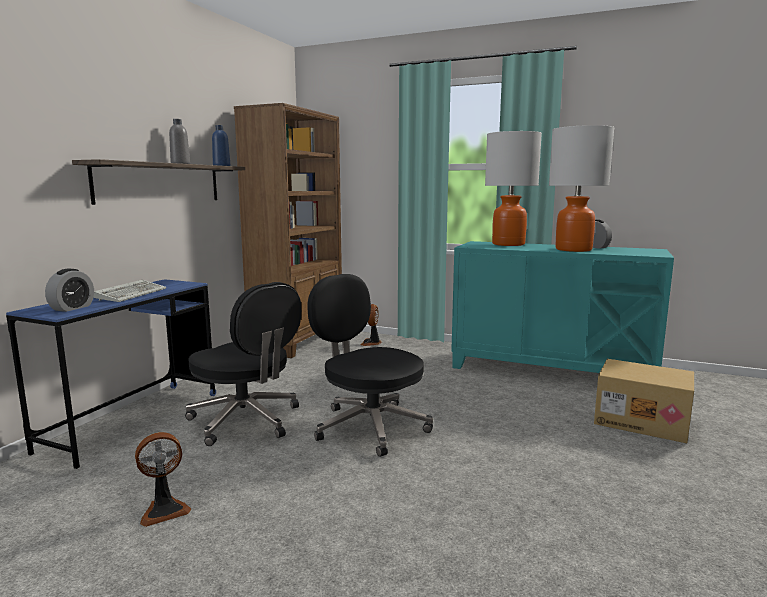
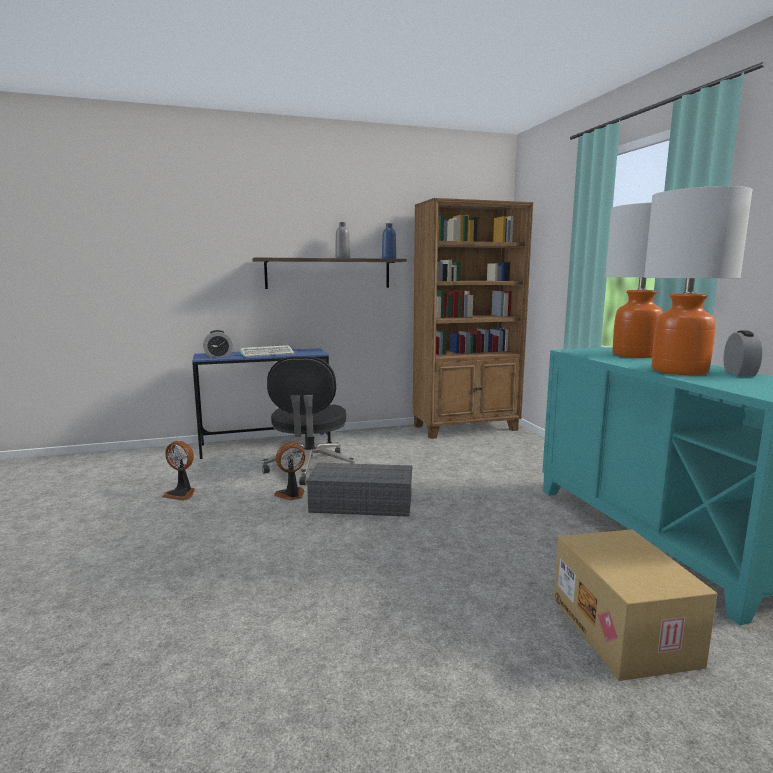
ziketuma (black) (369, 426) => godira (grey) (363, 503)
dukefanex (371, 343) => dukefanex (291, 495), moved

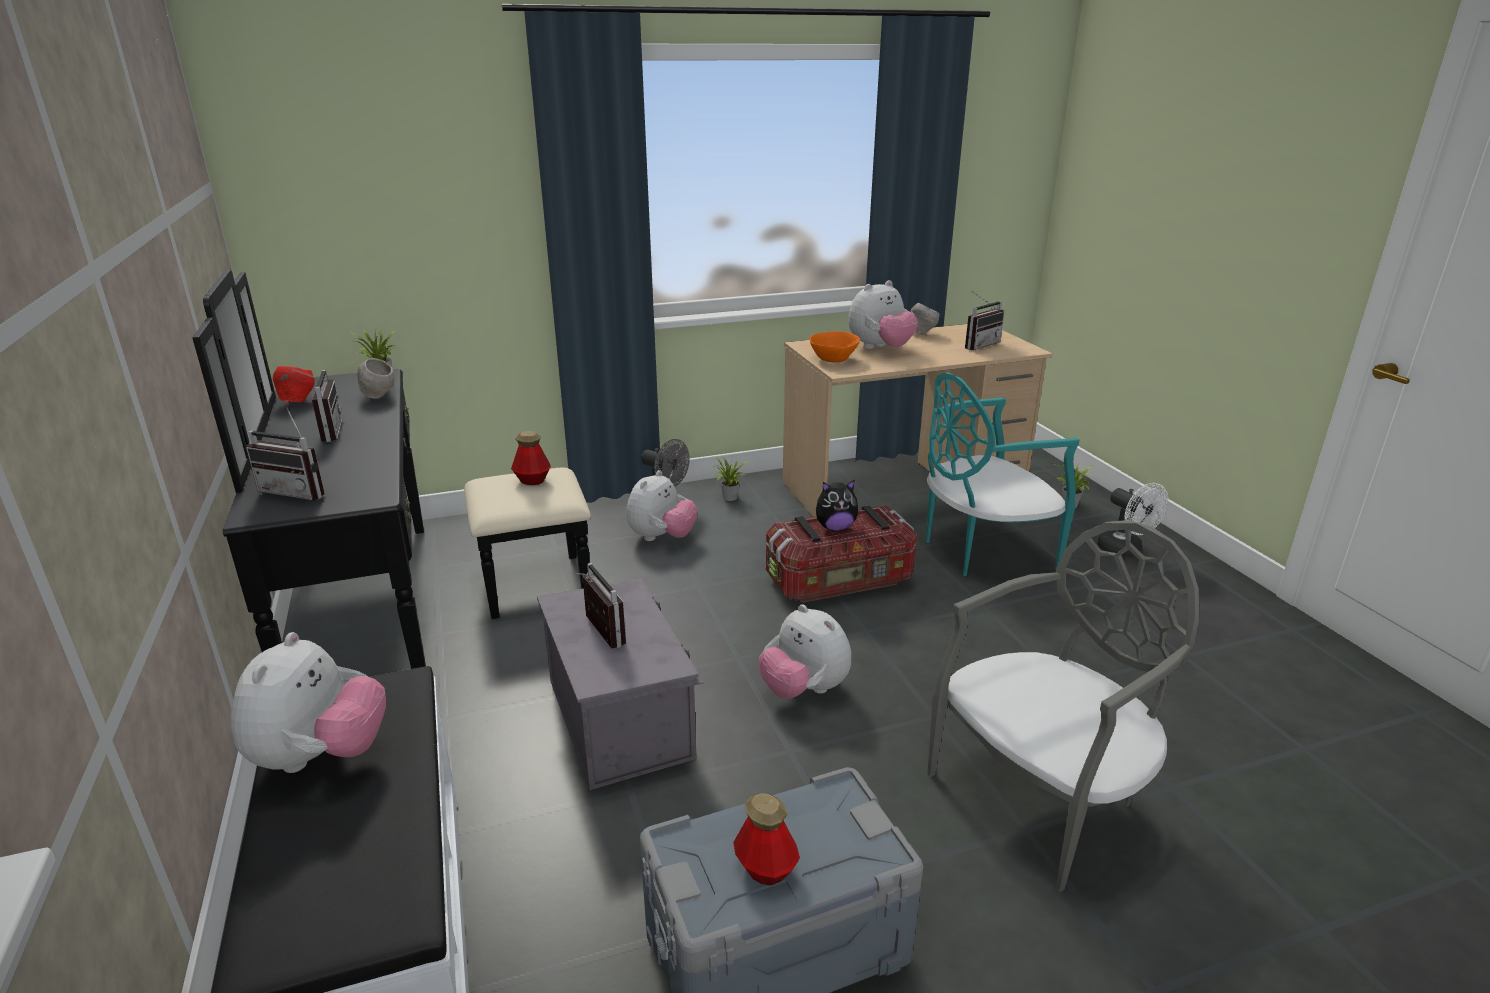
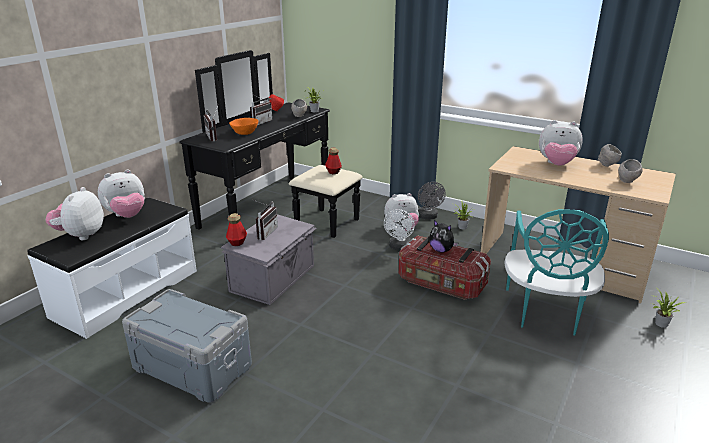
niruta (978, 345) => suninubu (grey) (627, 182)
suninubu (orange) (832, 359) => suninubu (orange) (244, 133), moved
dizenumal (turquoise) (982, 550) => dizenumal (turquoise) (546, 312), 105 degrees counterclockwise
dukefanex (white) (1125, 551) => dukefanex (white) (399, 247), moved
dizenumal (grey) (1042, 798) => nothing
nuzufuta (804, 690) => nuzufuta (80, 235), moved
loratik (766, 869) => loratik (237, 242), moved

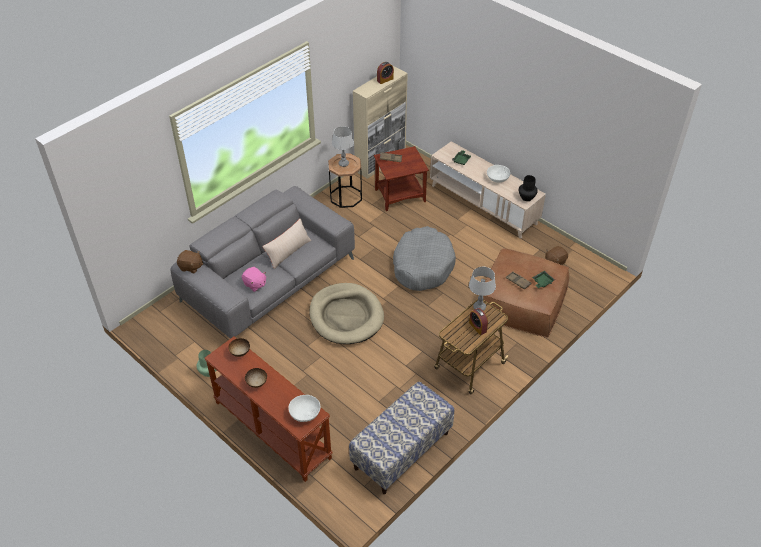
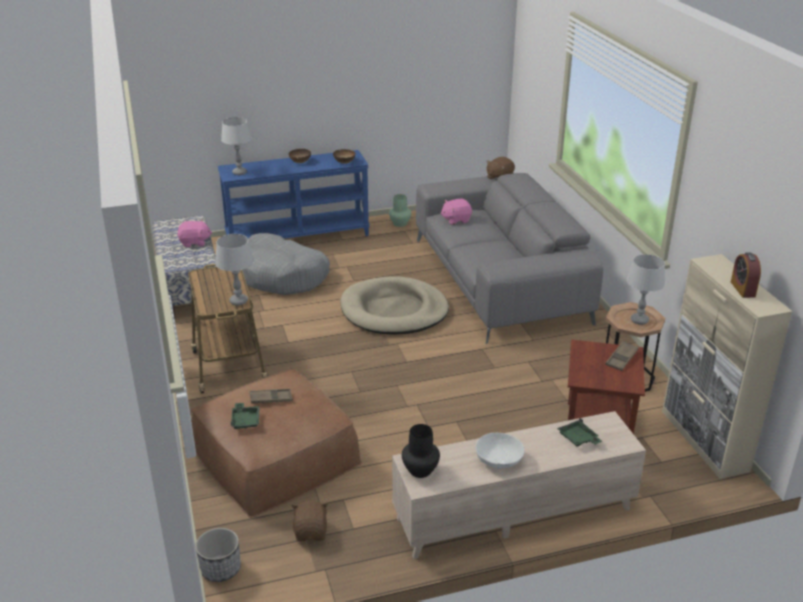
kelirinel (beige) (288, 252) => nothing
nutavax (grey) (422, 265) => nutavax (grey) (281, 276), moved
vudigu (477, 327) => nothing
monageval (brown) (271, 430) => monageval (blue) (298, 236)
suninubu (white) (305, 413) => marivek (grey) (239, 172)
nothing => nuzufuta (pink) (195, 242)
nothing => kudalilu (220, 569)

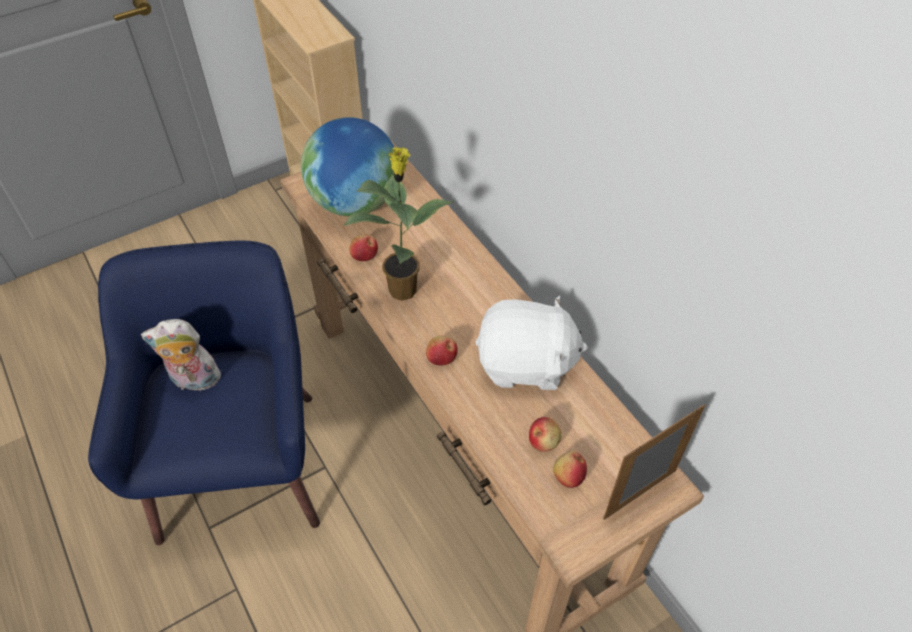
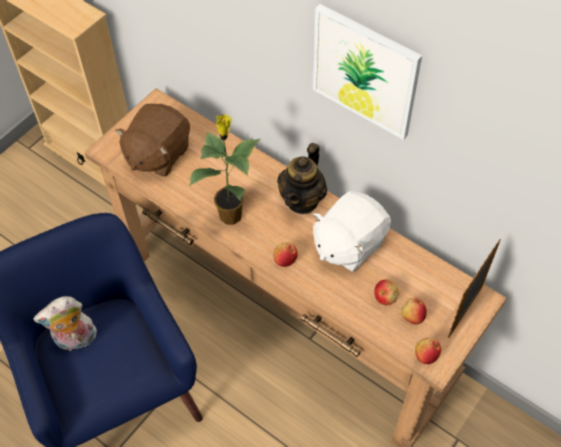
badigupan (355, 203) => nuzufuta (brown) (157, 154)
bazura (364, 255) => bazura (426, 355), moved
nuzufuta (white) (526, 364) => nuzufuta (white) (348, 244), 150 degrees clockwise
nothing => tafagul (365, 71)
nothing => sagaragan (302, 200)

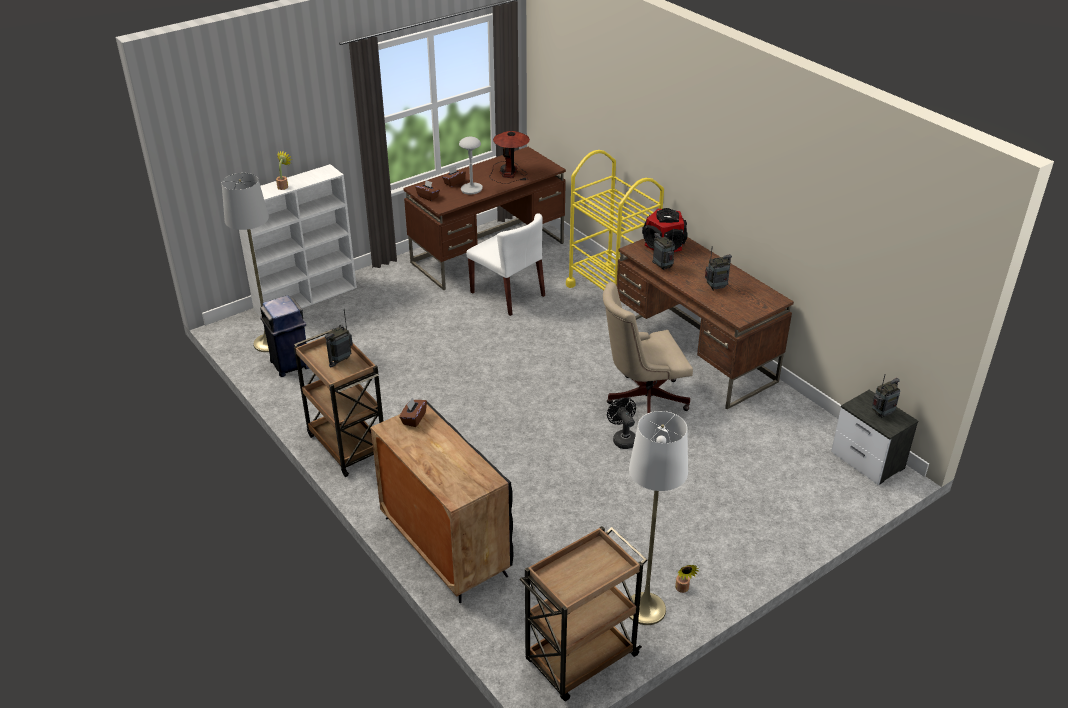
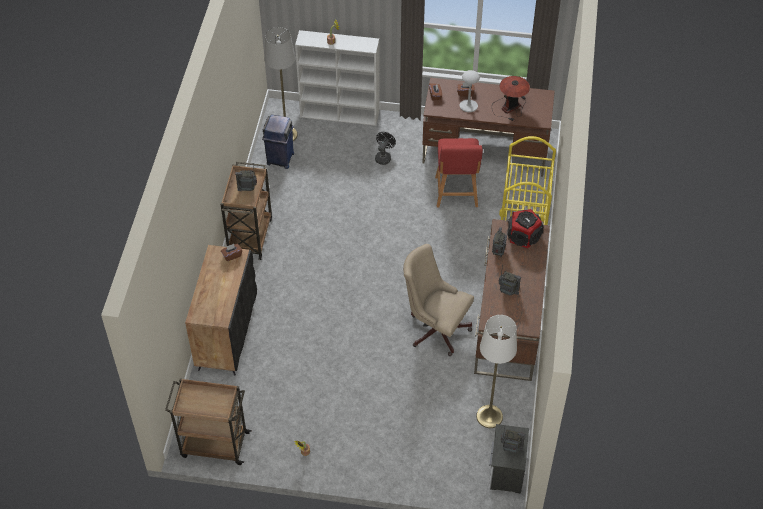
dizenumal (white) (508, 294) => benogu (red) (456, 194)
dukefanex (black) (623, 438) => dukefanex (black) (384, 157), moved
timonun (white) (645, 609) => timonun (white) (489, 416), moved

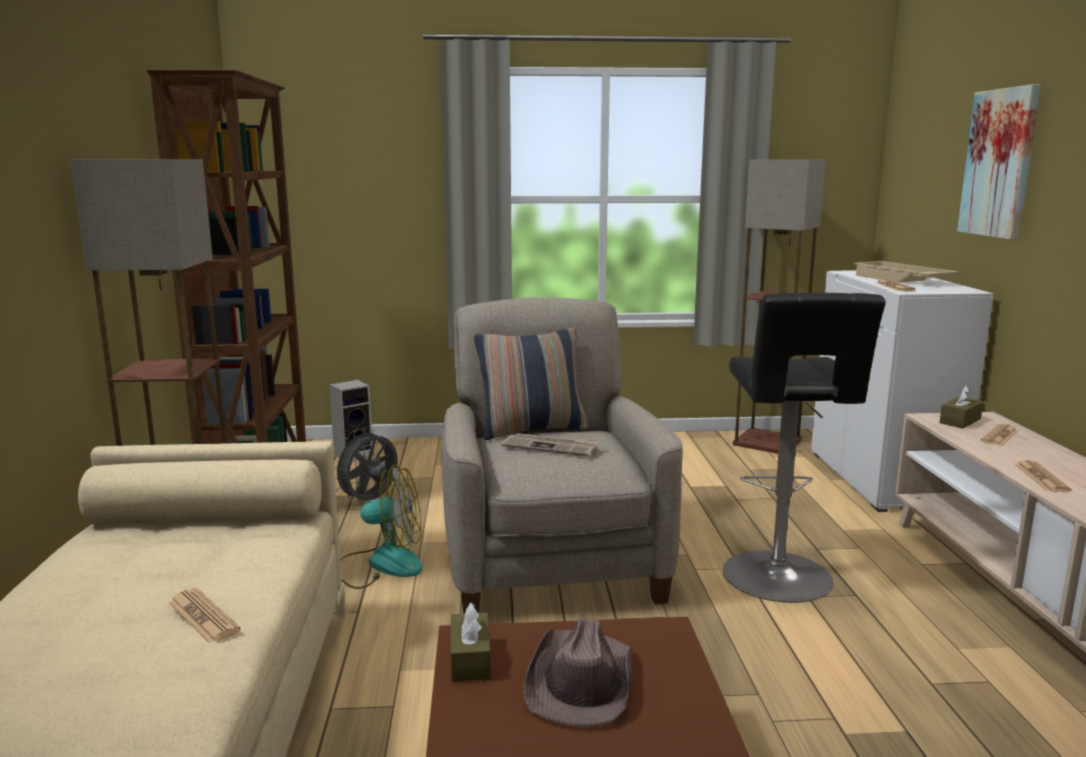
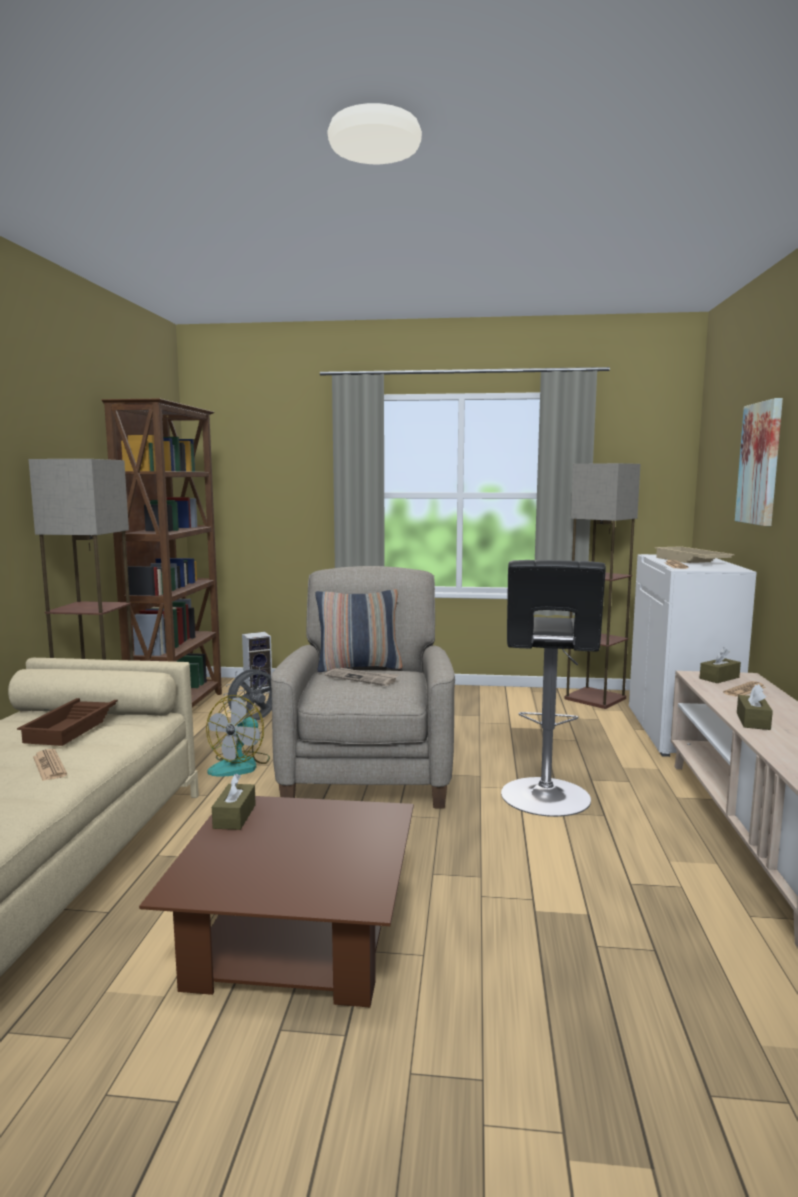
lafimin (1041, 477) => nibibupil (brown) (753, 721)
dukefanex (381, 564) => dukefanex (240, 765), 105 degrees clockwise
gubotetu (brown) (581, 681) => nothing
nothing => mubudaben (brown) (77, 725)

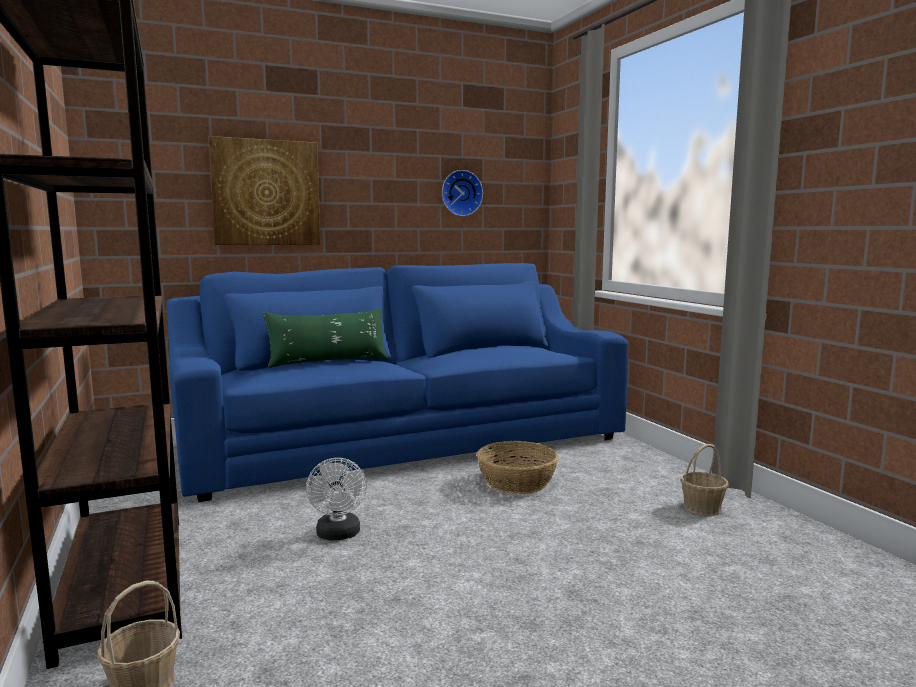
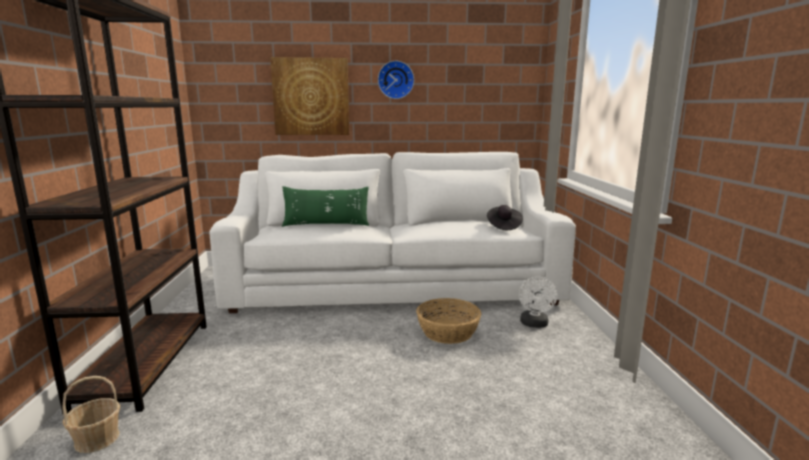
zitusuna (461, 193) => zitusuna (395, 80), moved
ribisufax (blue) (405, 440) => ribisufax (white) (394, 284)
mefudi (702, 507) => nothing
dukefanex (white) (338, 535) => dukefanex (white) (534, 324), moved
nothing => gubotetu (black) (503, 226)

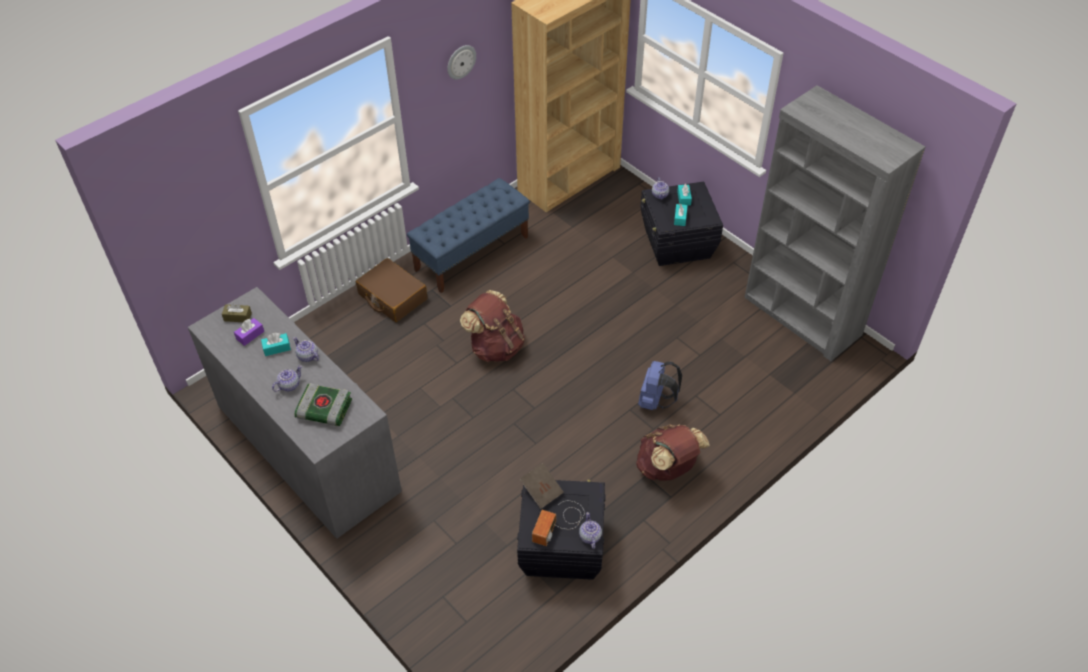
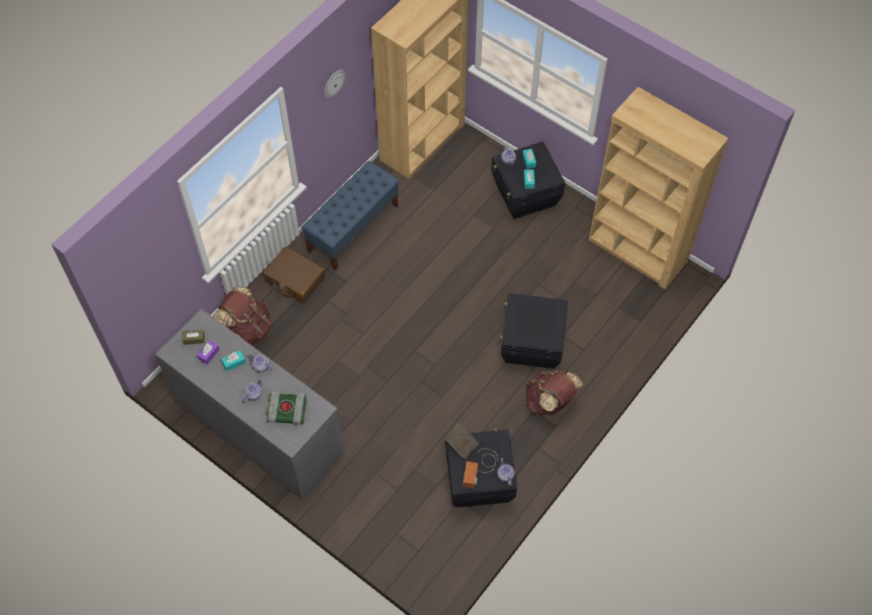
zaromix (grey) (802, 316) => zaromix (brown) (637, 251)
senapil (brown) (495, 346) => senapil (brown) (248, 329), moved
senapil (blue) (656, 401) => godira (black) (531, 345)

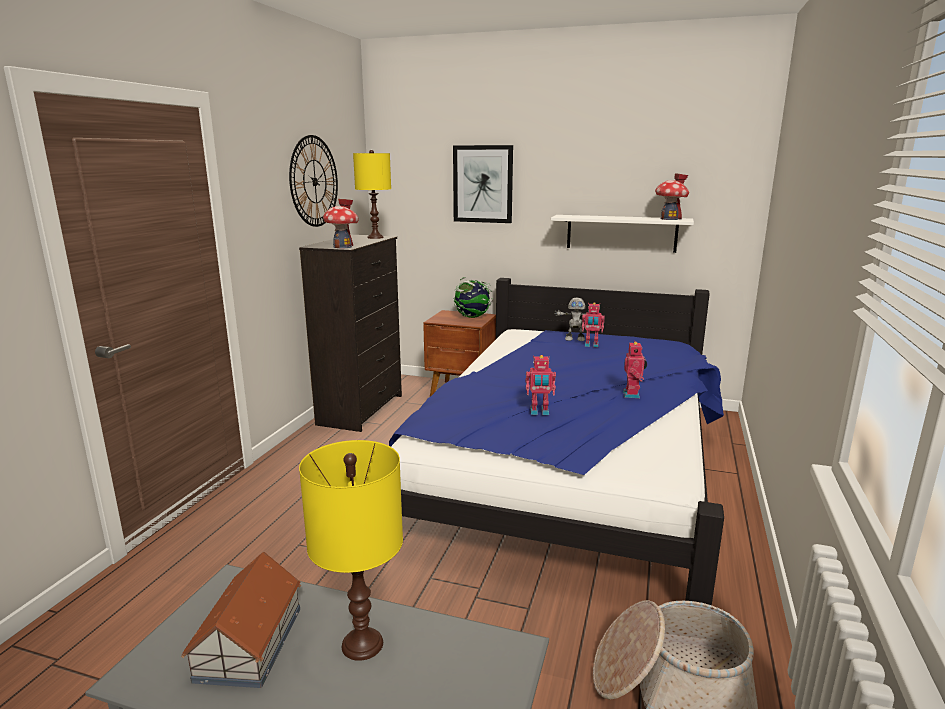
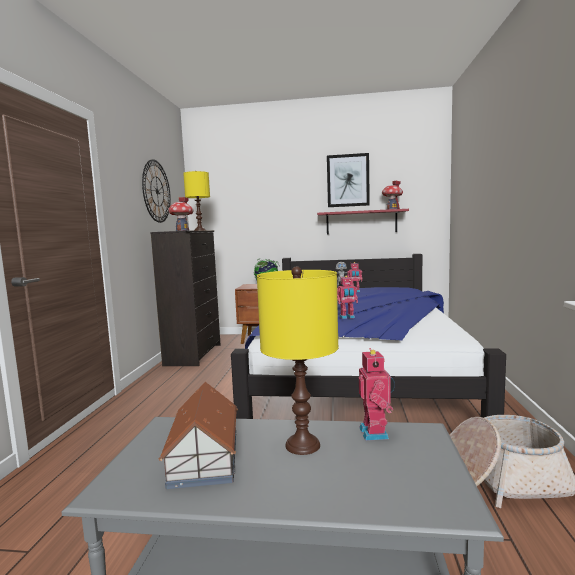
tafagul (483, 184) => tafagul (348, 180), moved
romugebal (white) (621, 233) => romugebal (red) (361, 222)
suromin (632, 394) => suromin (376, 433), moved

